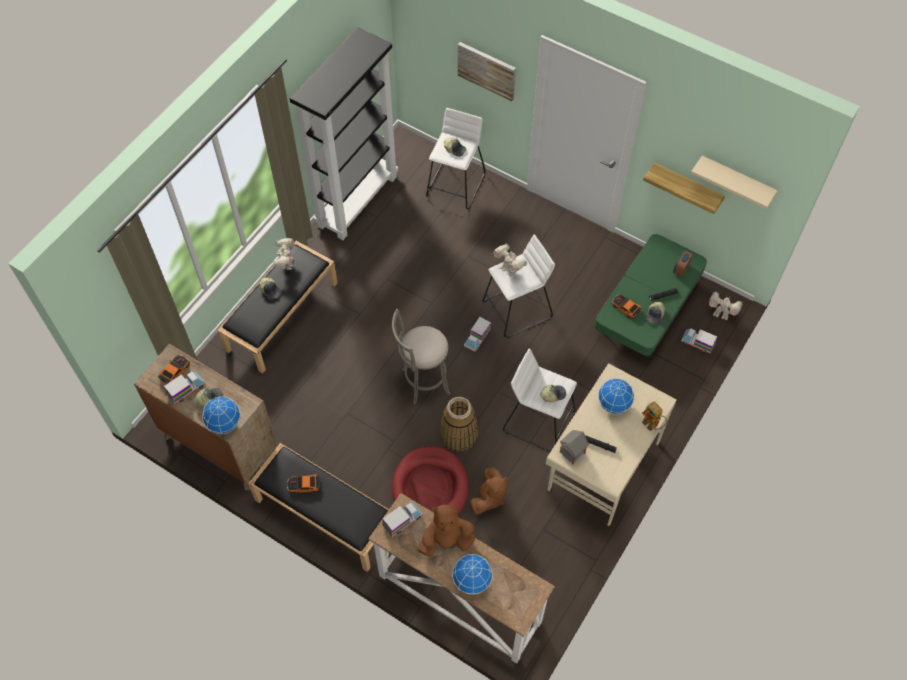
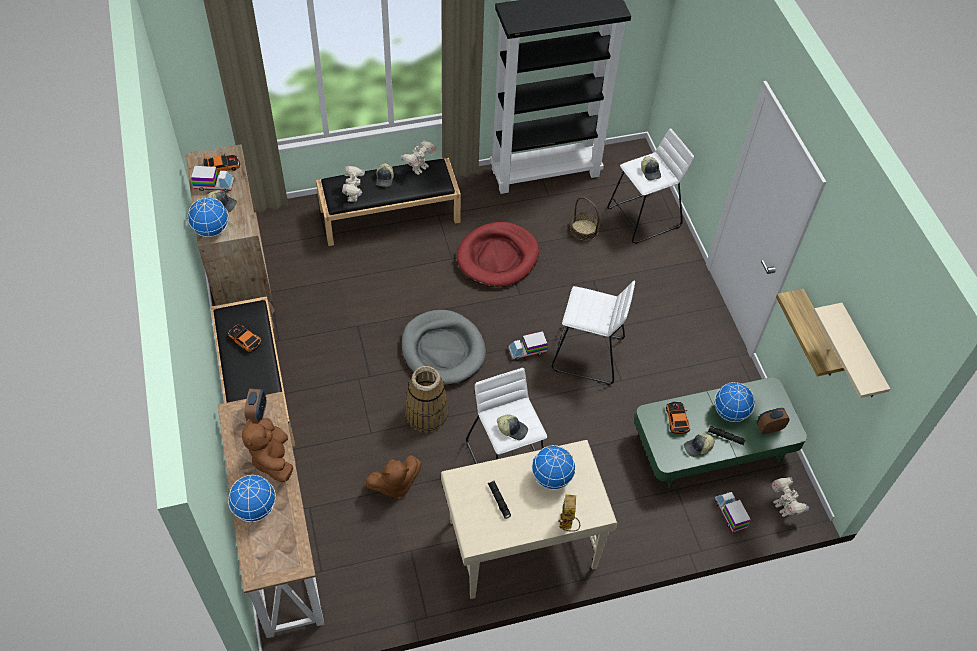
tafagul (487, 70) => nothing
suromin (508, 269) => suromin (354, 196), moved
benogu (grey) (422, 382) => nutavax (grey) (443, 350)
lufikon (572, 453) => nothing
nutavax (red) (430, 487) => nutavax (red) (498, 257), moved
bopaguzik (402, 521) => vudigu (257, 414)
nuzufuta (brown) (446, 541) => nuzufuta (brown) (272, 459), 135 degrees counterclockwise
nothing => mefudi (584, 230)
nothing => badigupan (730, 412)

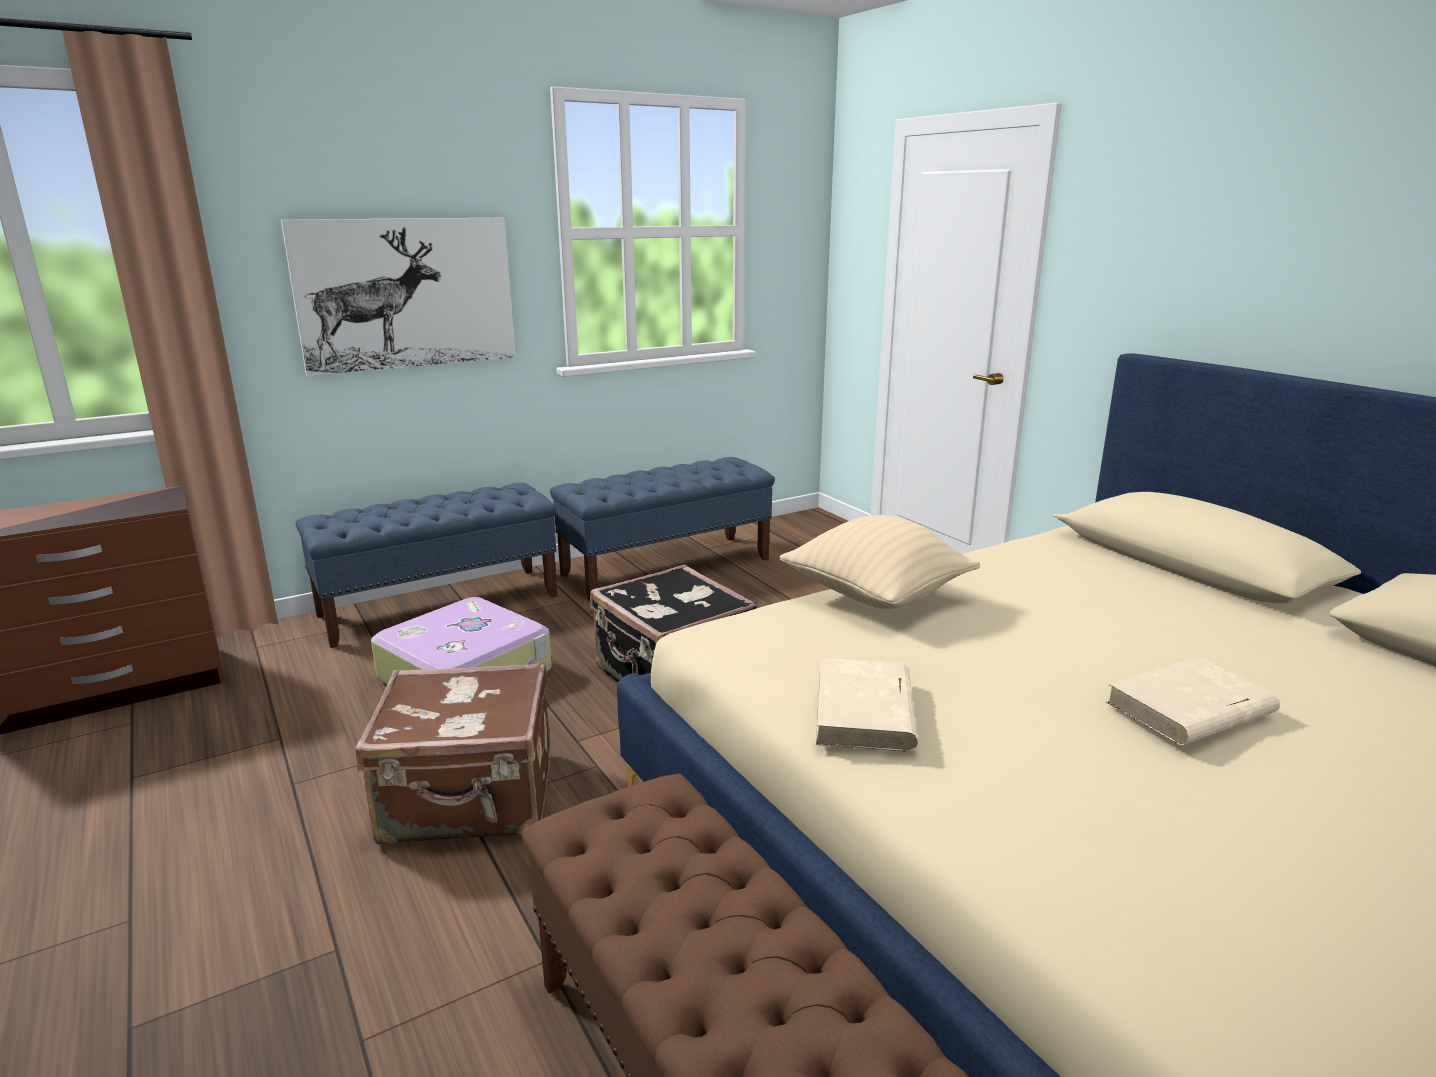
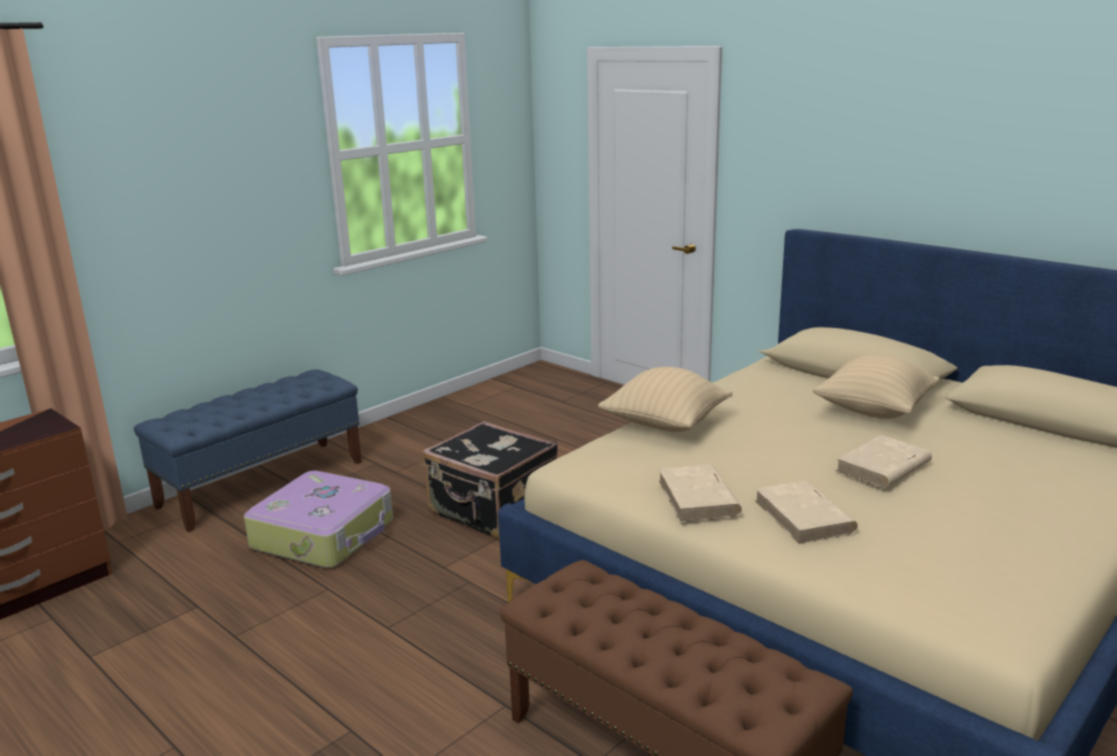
tafagul (406, 294) => nothing
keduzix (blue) (667, 567) => nothing
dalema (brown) (470, 800) => nothing
nothing => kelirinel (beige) (874, 411)
nothing => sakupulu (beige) (804, 517)

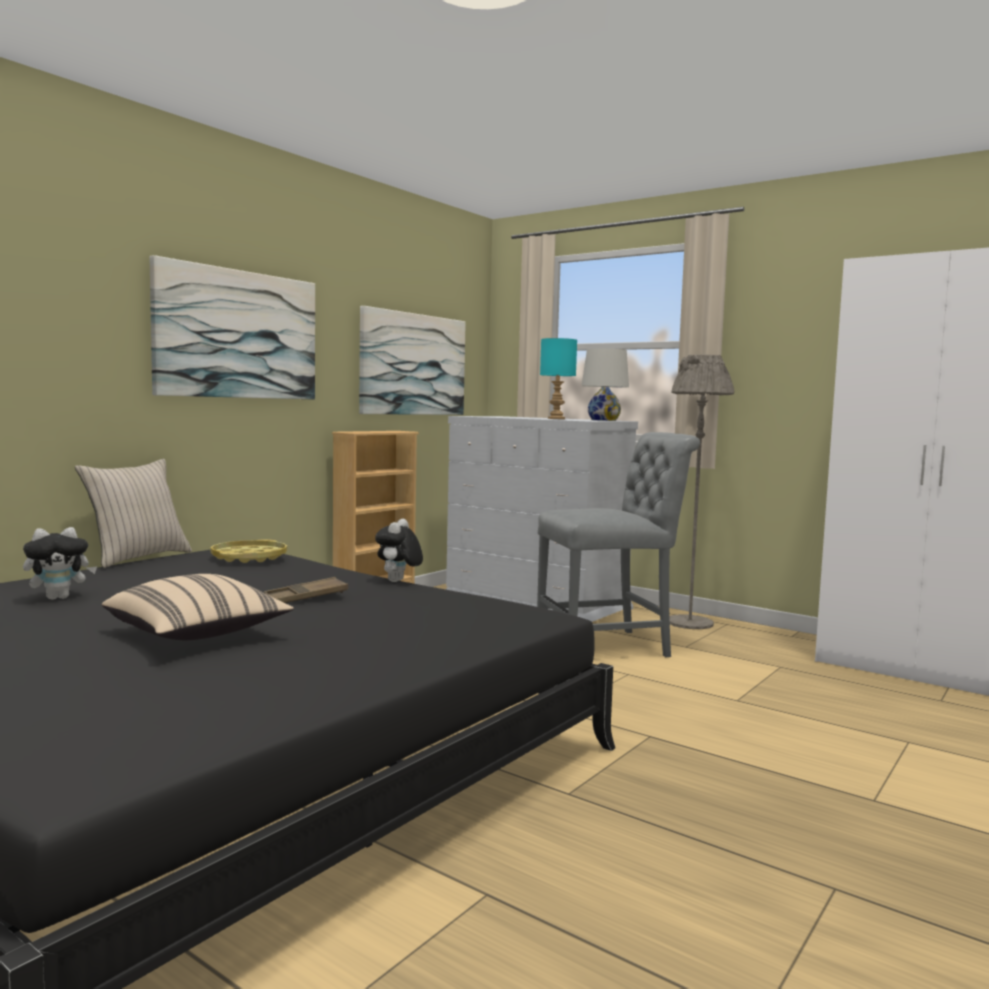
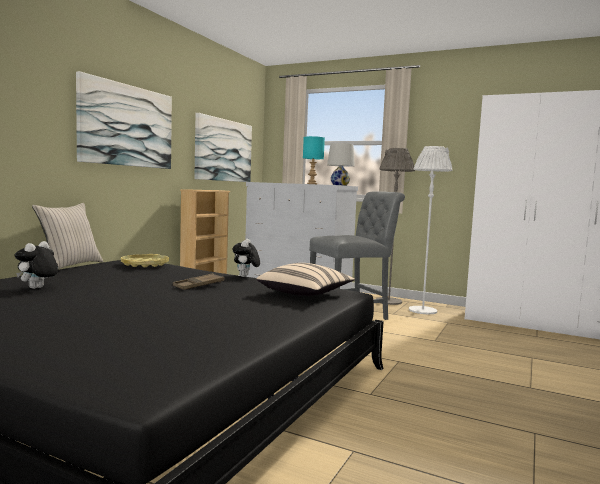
nuzufuta (59, 597) => nuzufuta (37, 288), 150 degrees clockwise
kelirinel (beige) (197, 635) => kelirinel (beige) (305, 294), moved
nothing => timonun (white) (422, 310)

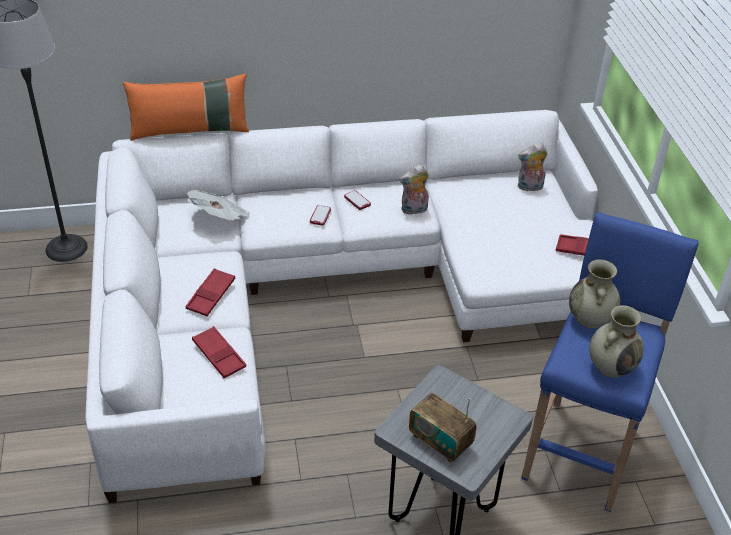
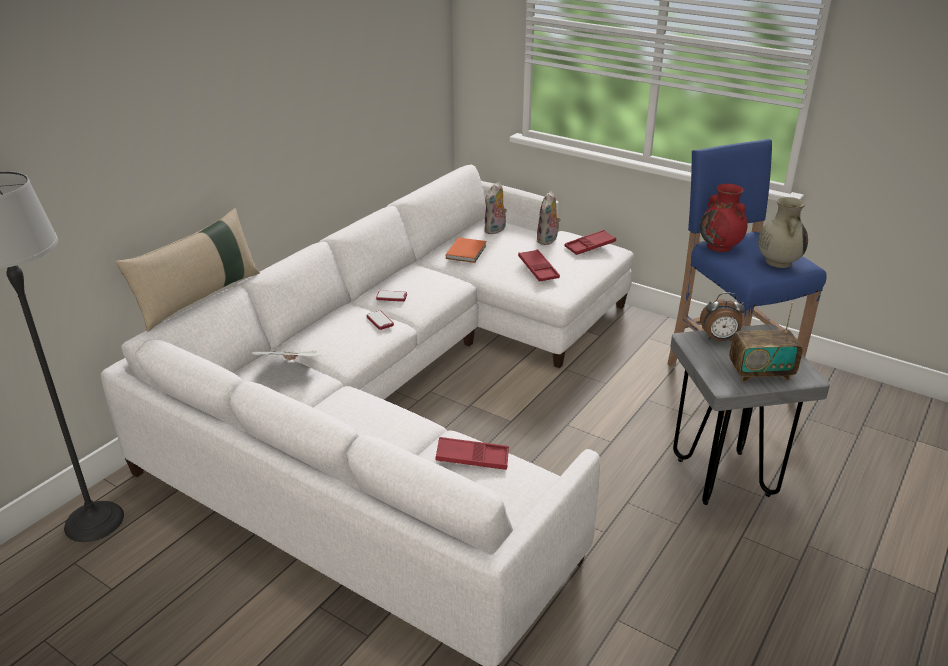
kelirinel (orange) (190, 131) => kelirinel (beige) (199, 297)
nuzufuta (414, 210) => nuzufuta (548, 241), moved
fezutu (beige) (590, 319) => fezutu (red) (720, 246)
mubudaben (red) (211, 295) => mubudaben (red) (538, 269), moved
nothing => sakupulu (orange) (467, 251)
nothing => vudigu (719, 339)

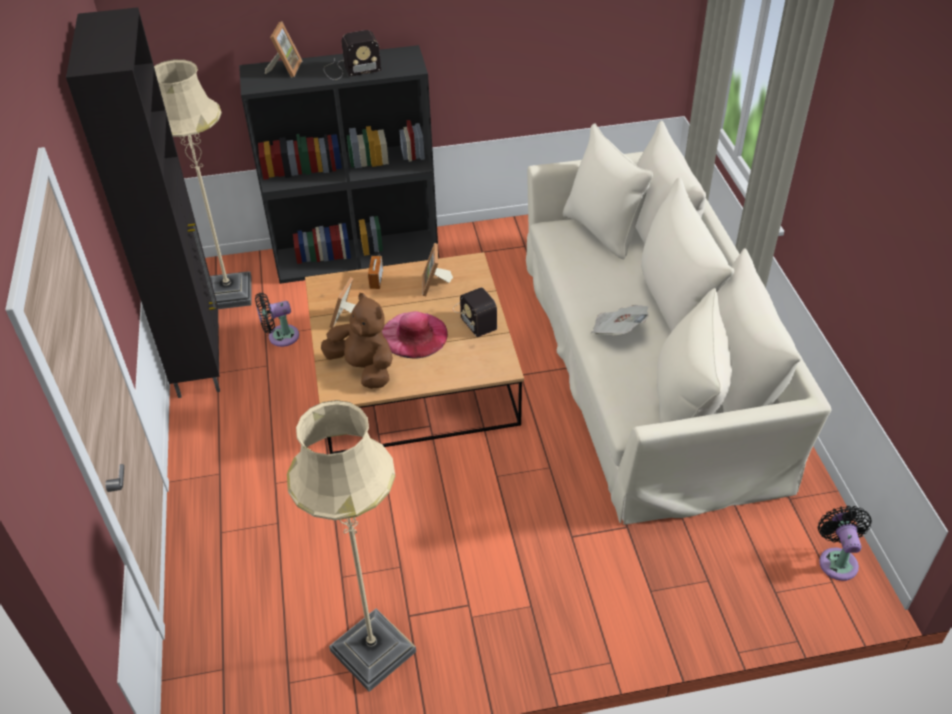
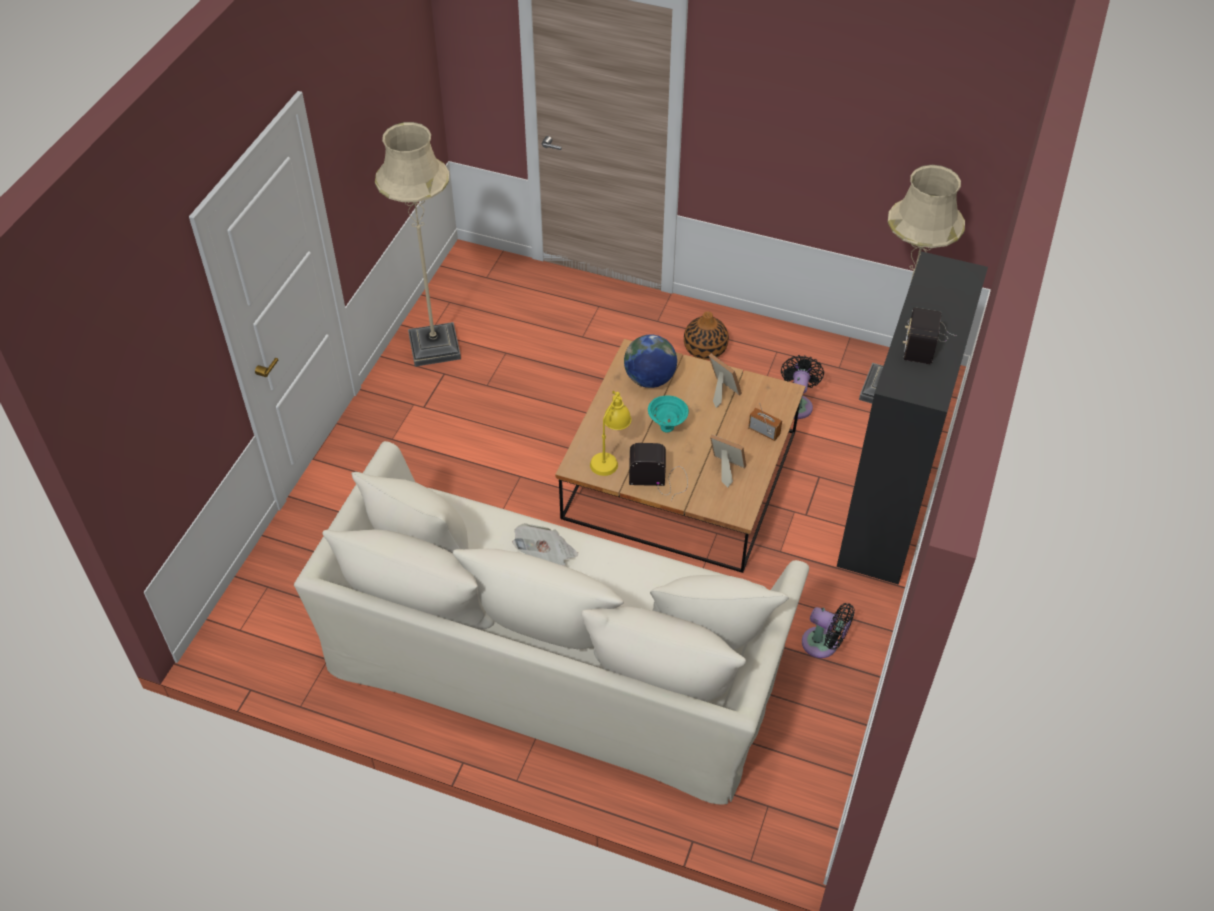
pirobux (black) (200, 359) => nothing
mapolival (285, 69) => nothing
nuzufuta (brown) (364, 368) => badigupan (649, 379)
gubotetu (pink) (414, 334) => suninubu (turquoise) (666, 426)
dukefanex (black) (837, 560) => dukefanex (black) (823, 644), moved
nothing => fezutu (705, 349)
nothing => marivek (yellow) (610, 456)

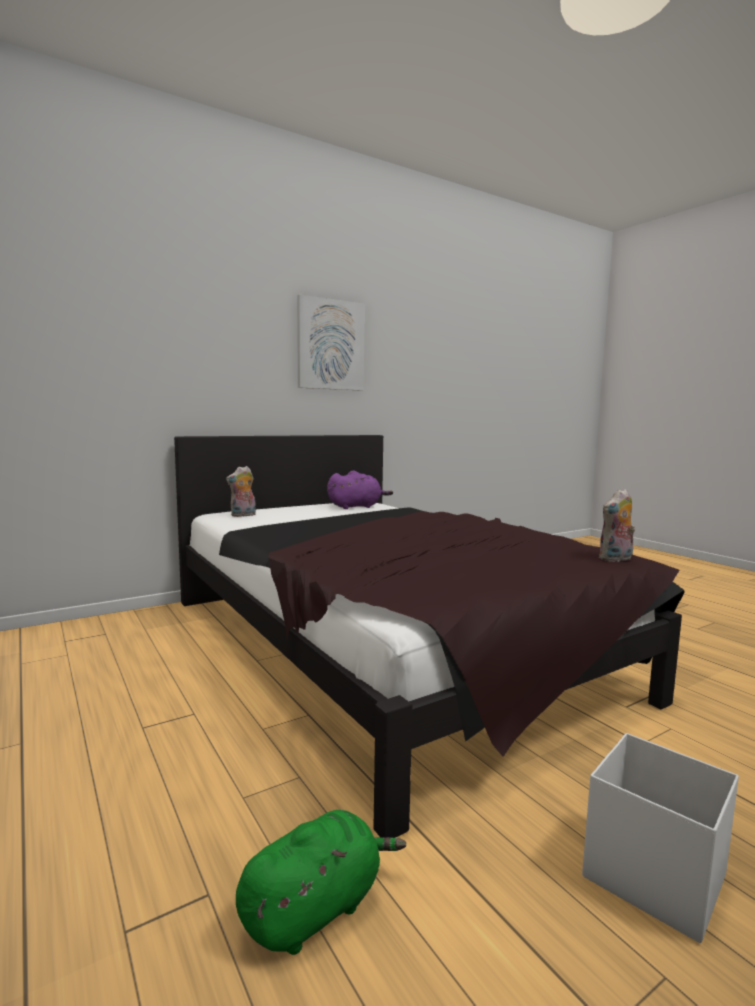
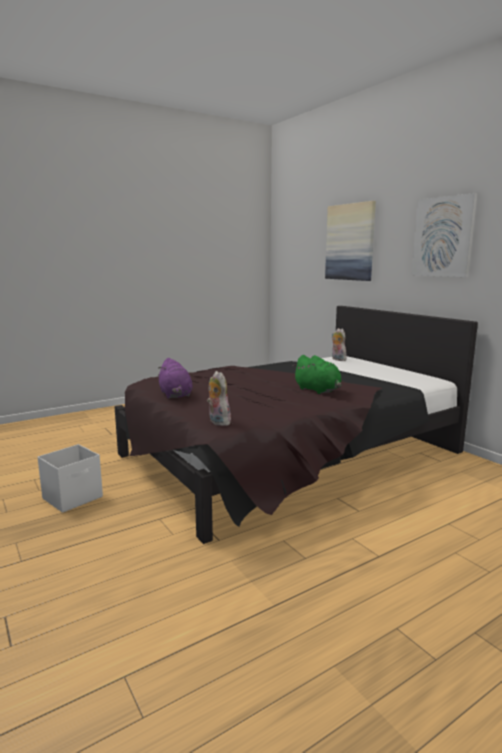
nuzufuta (purple) (356, 507) => nuzufuta (purple) (175, 395), moved
nuzufuta (green) (316, 908) => nuzufuta (green) (318, 390), moved
nothing => tafagul (350, 242)

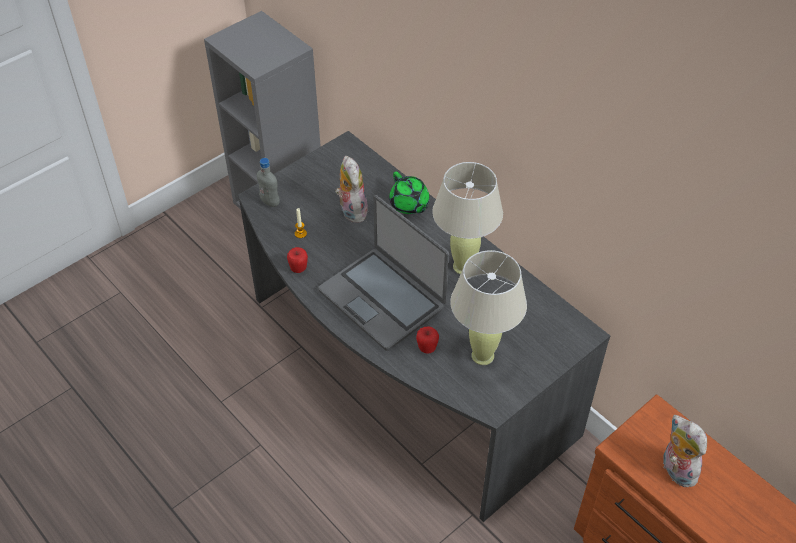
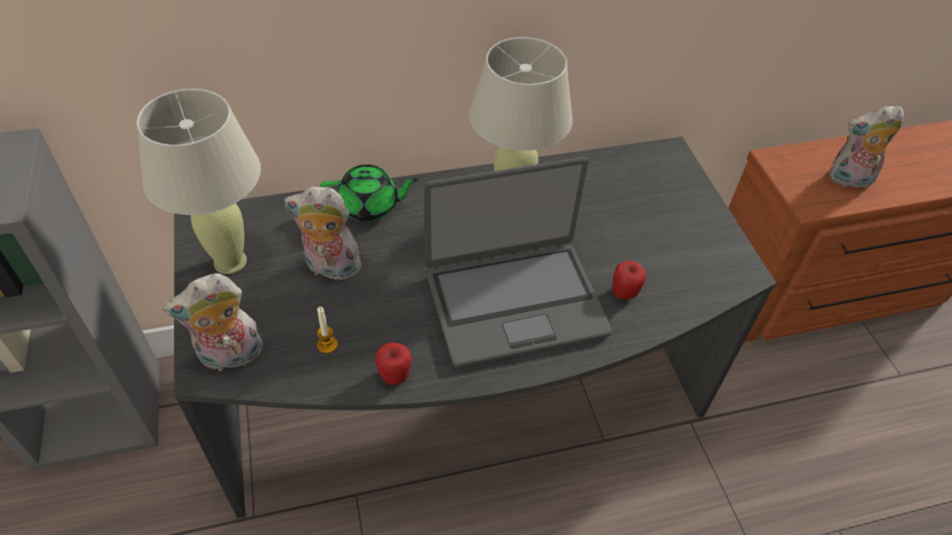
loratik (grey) (270, 202) => nuzufuta (230, 357)
marivek (beige) (482, 356) => marivek (beige) (230, 262), moved

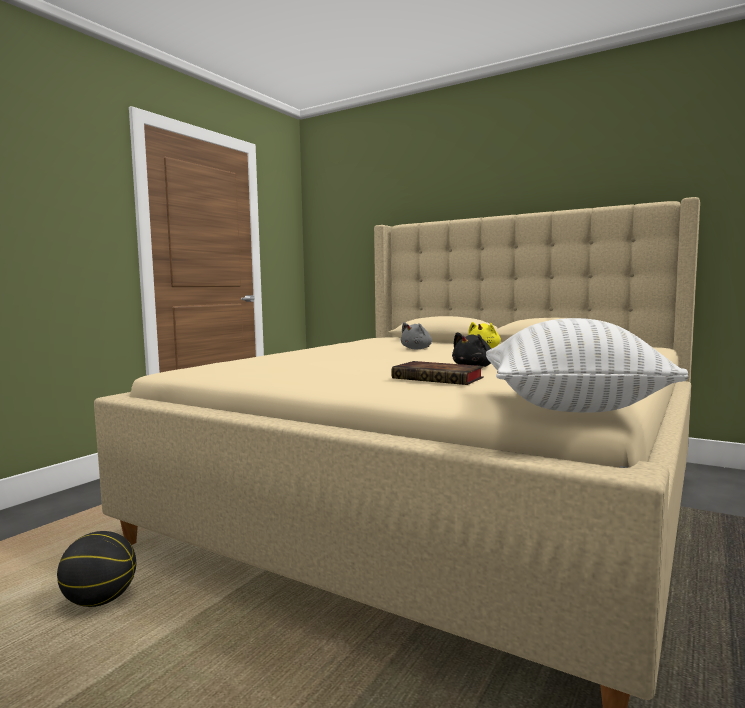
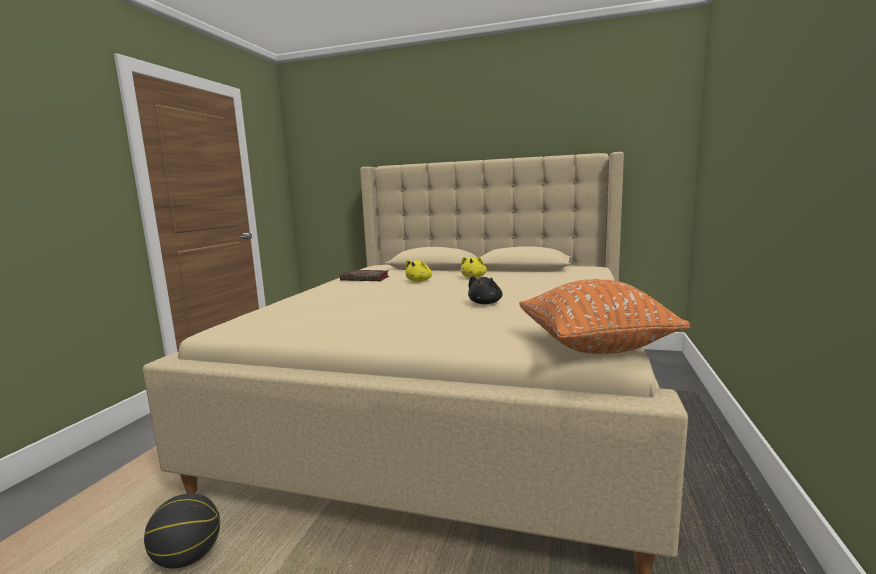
kelirinel (white) (570, 407) => kelirinel (orange) (594, 346)
nuzufuta (grey) (417, 349) => nuzufuta (yellow) (419, 281)
sakupulu (440, 379) => sakupulu (366, 278), moved

